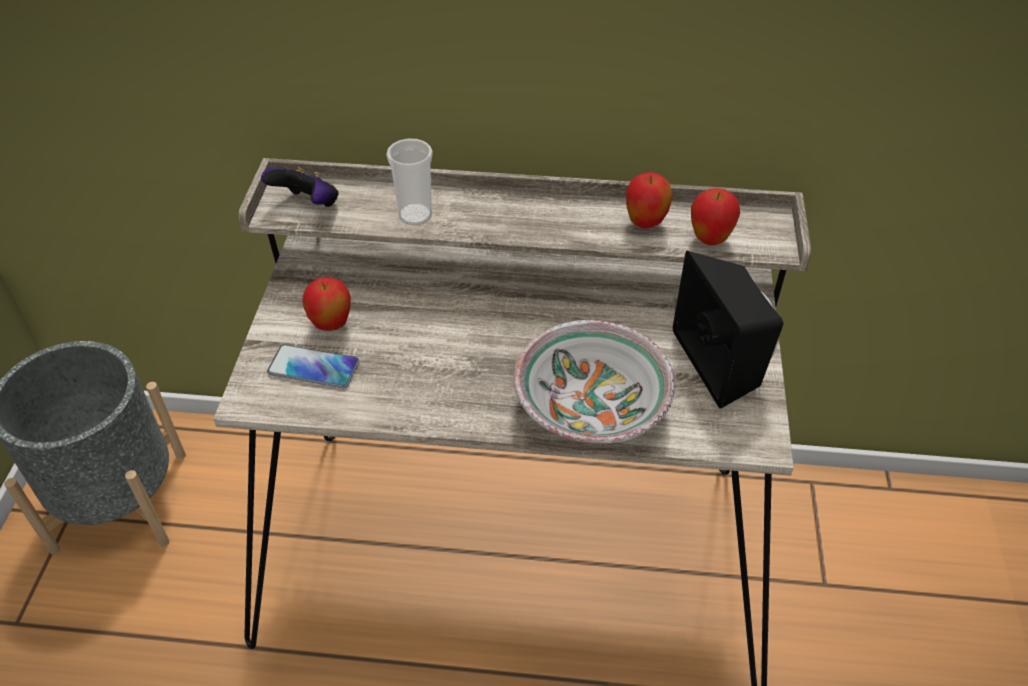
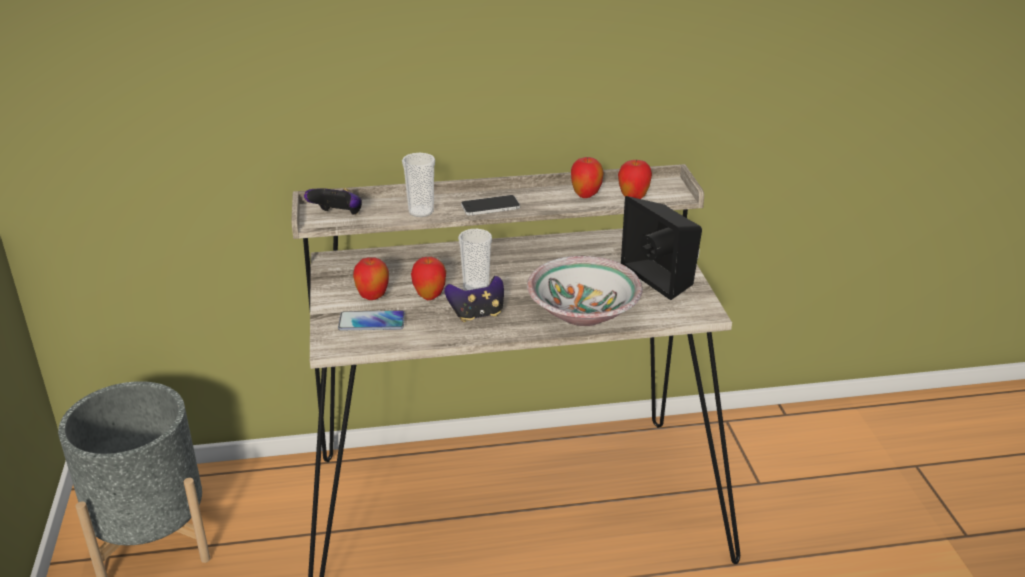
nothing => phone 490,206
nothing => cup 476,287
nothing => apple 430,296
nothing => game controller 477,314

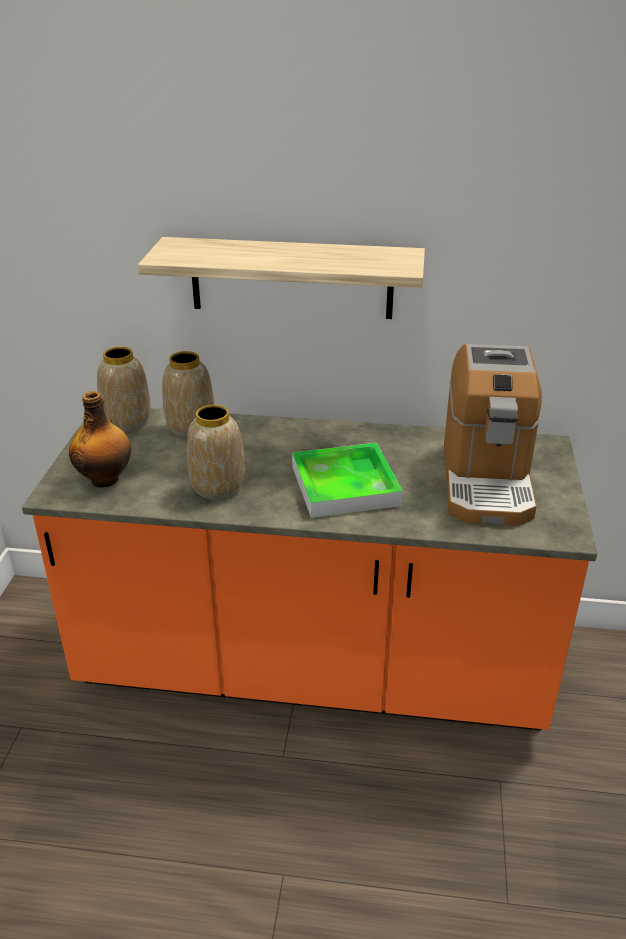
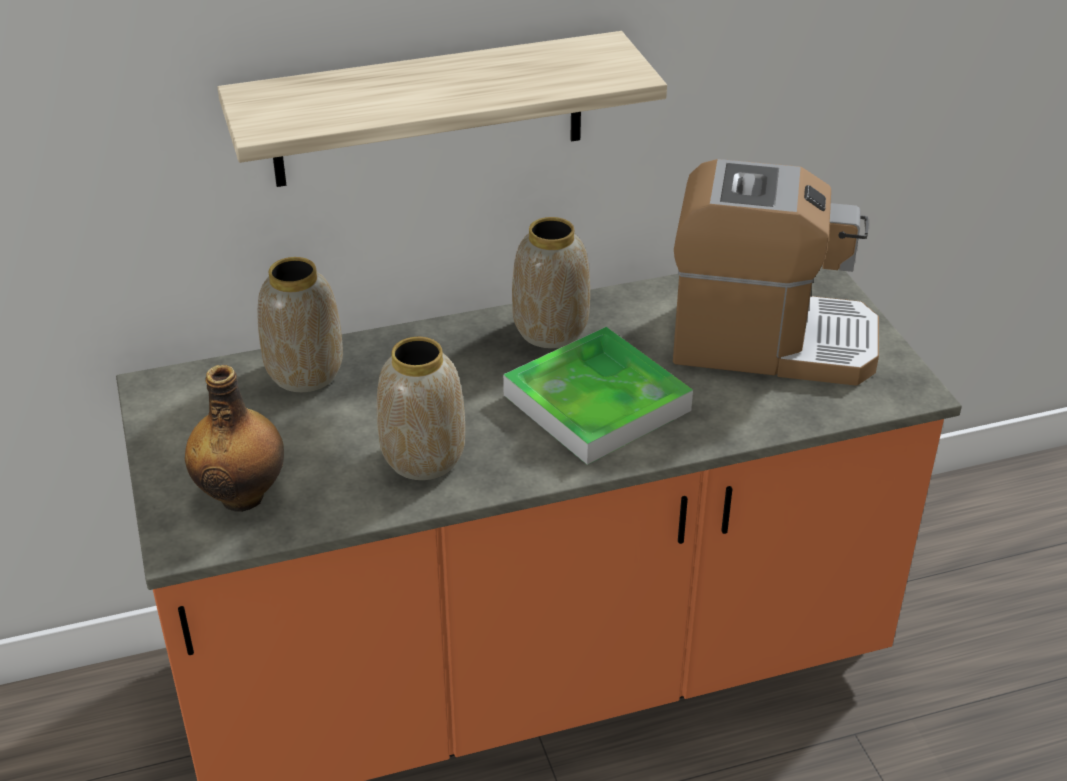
coffee machine 486,480 => coffee machine 769,341, 60 degrees counterclockwise
vase 127,422 => vase 550,330, move

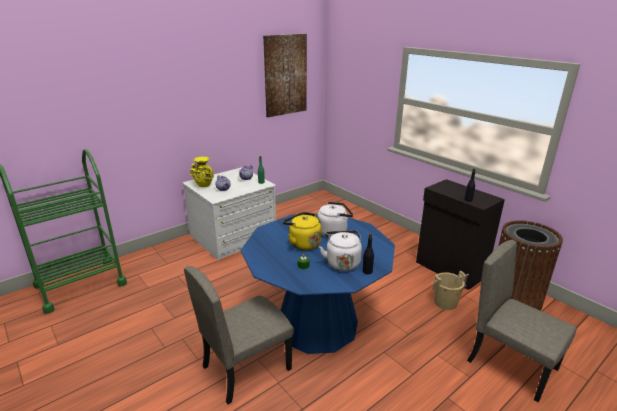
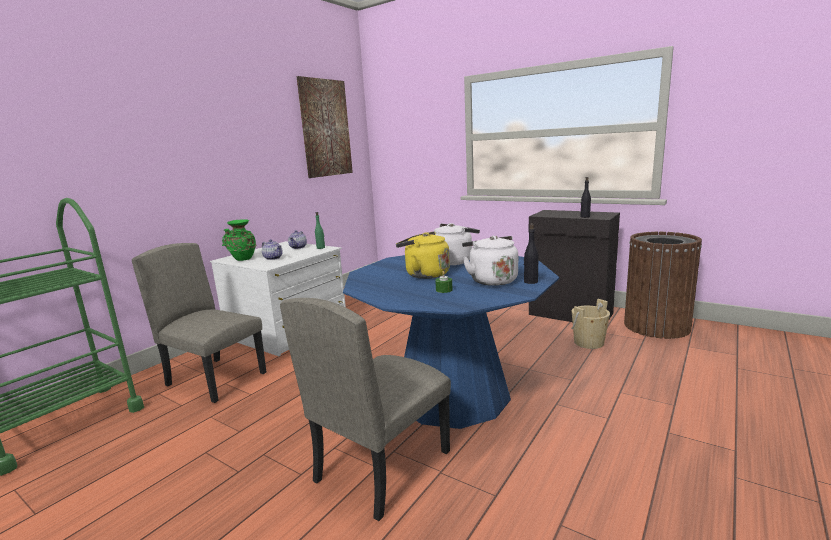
yellow vase 203,185 => green vase 243,259
beige chair 512,364 => beige chair 217,379, move

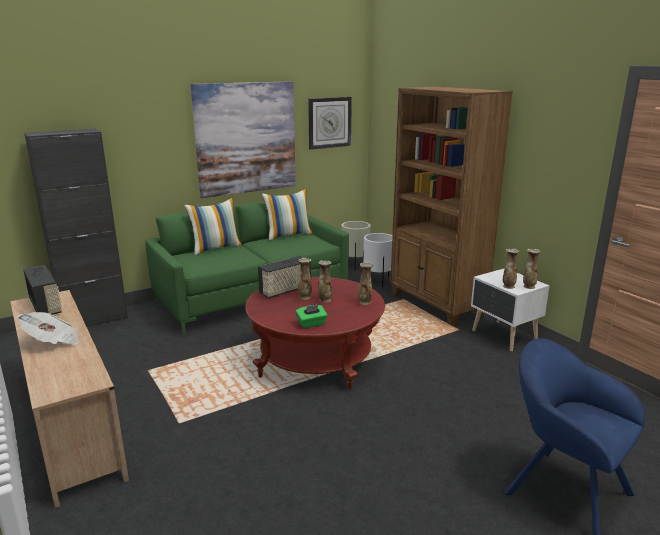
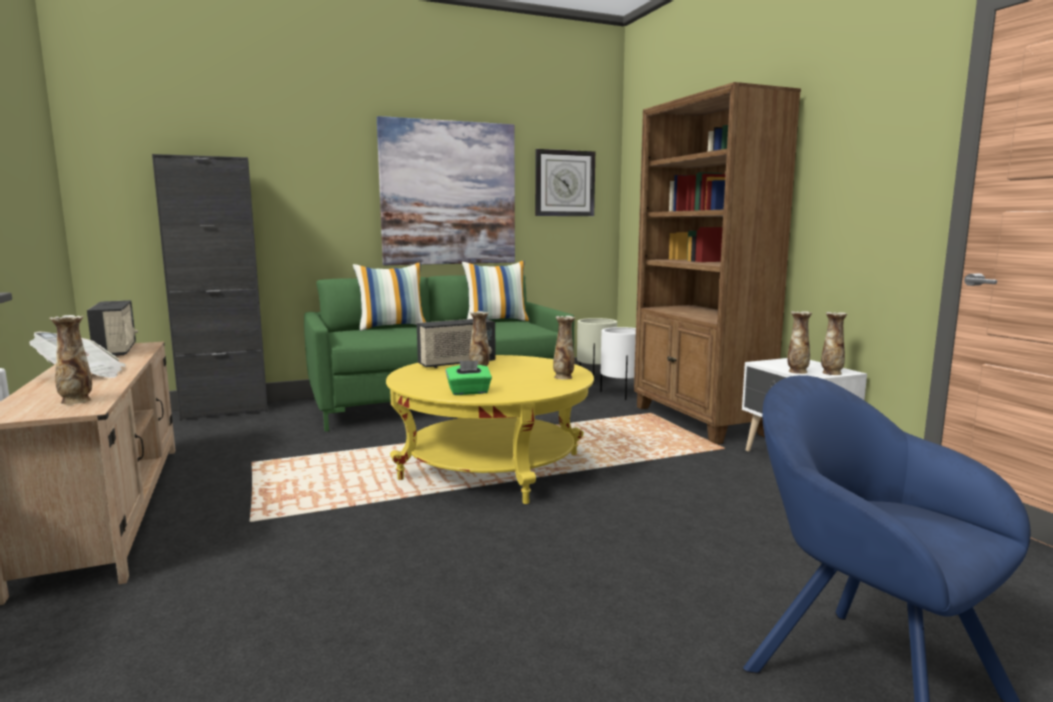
vase 325,300 => vase 77,401, move
red coffee table 316,359 => yellow coffee table 492,467

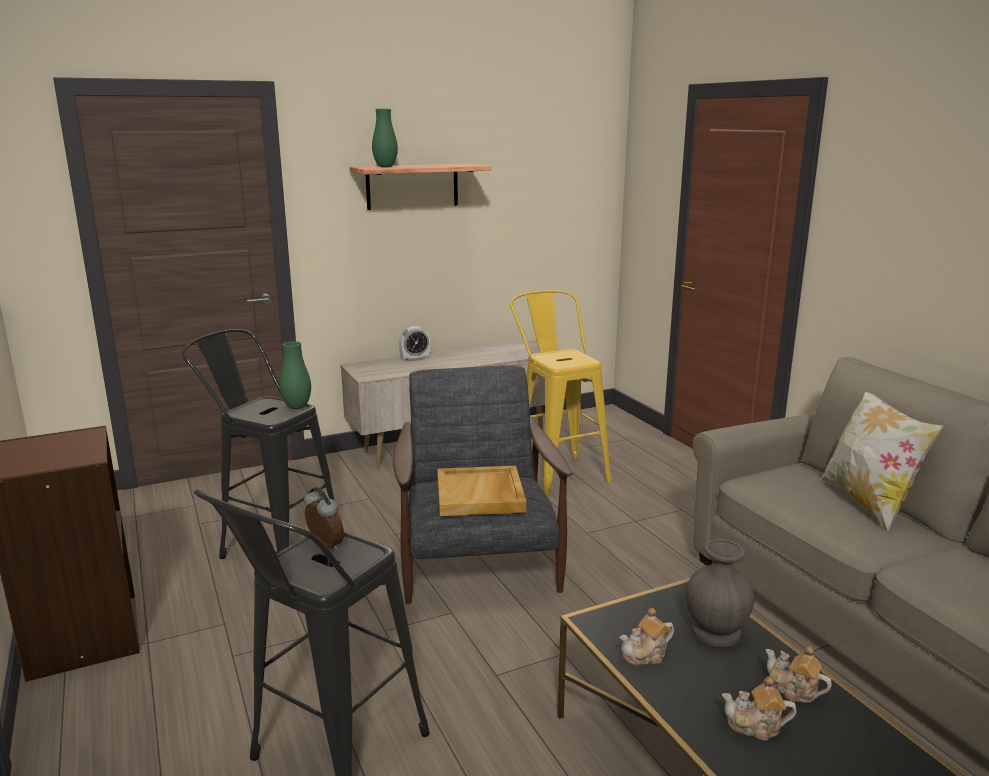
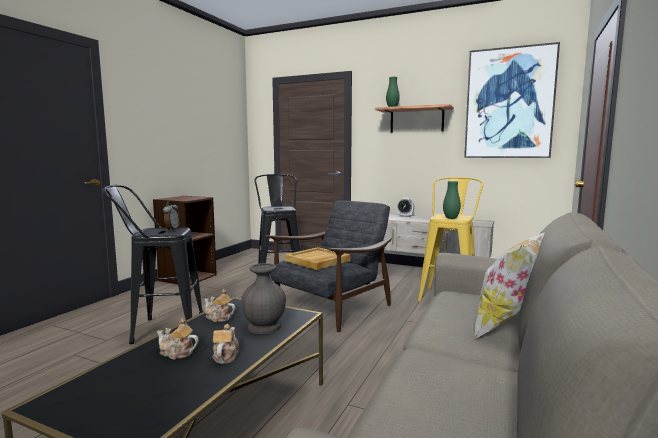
green vase 297,407 => green vase 451,218, move
teapot 755,726 => teapot 177,353, 45 degrees counterclockwise
nothing => picture 509,104

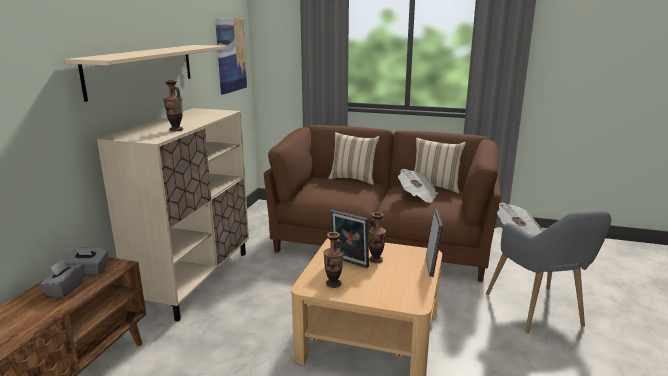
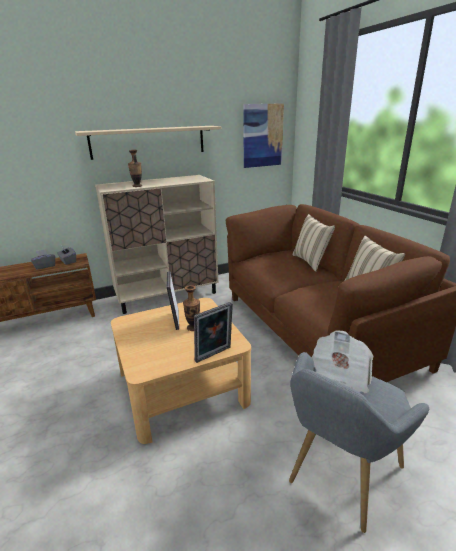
newspaper 417,196 => nothing
vase 333,284 => nothing

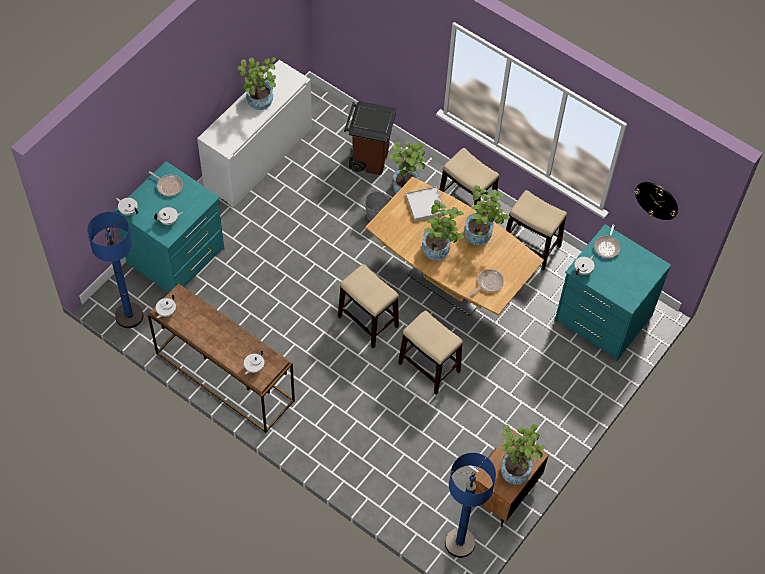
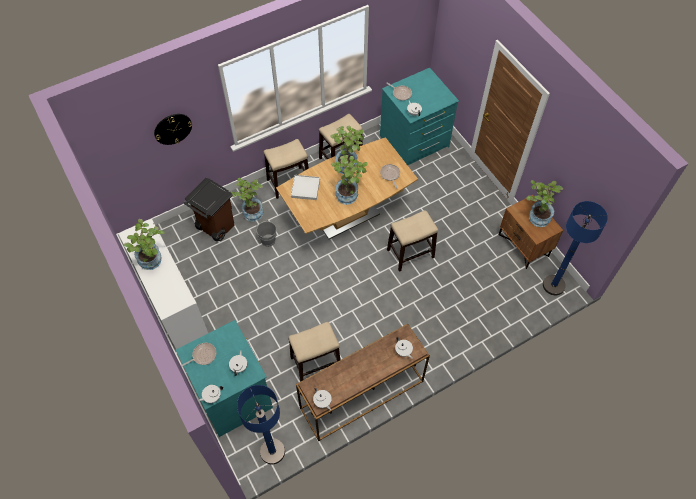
wall clock 656,200 => wall clock 173,128, move
stool 367,321 => stool 315,363, move

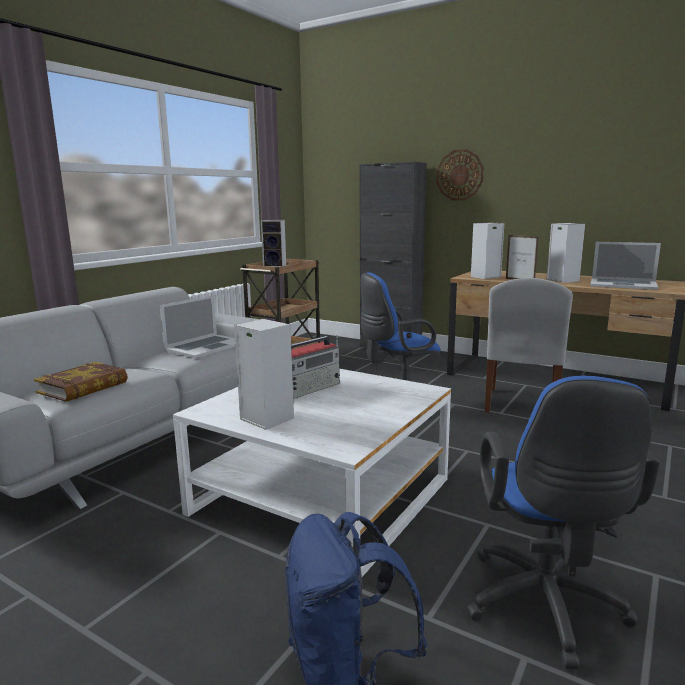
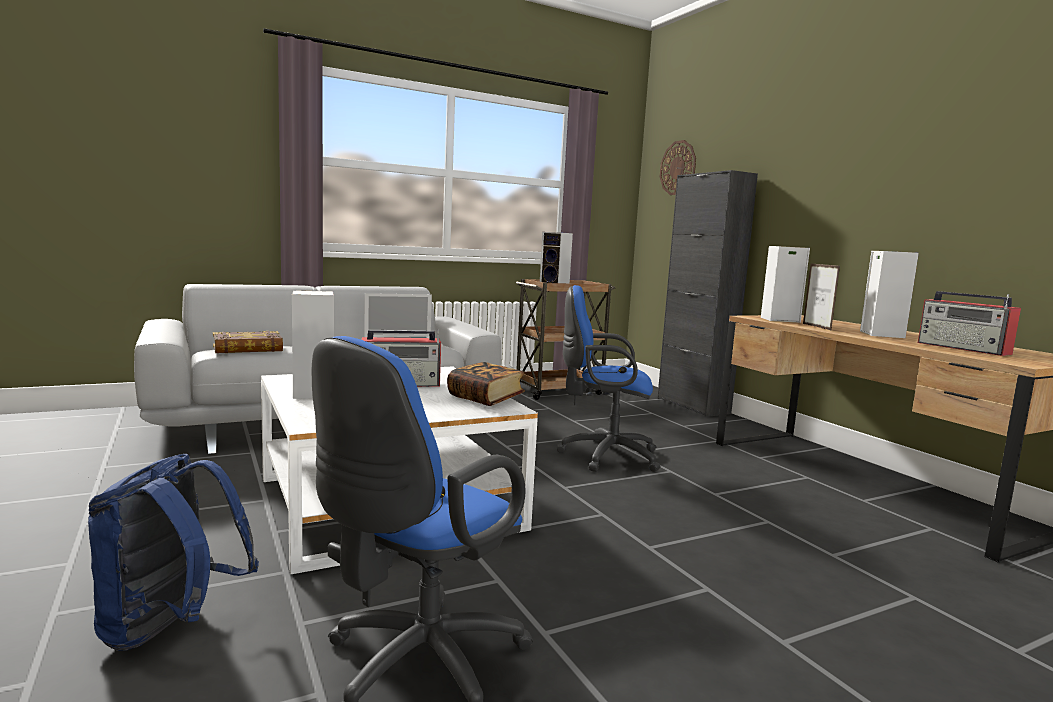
wall clock 460,175 => wall clock 678,168, move
laptop 623,284 => radio 964,348
white chair 520,405 => nothing
nothing => book 485,399

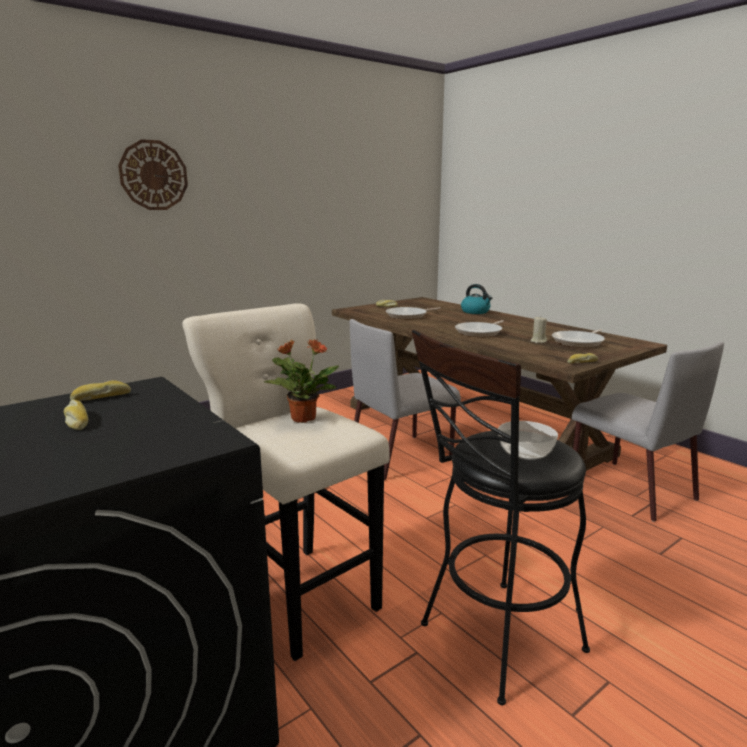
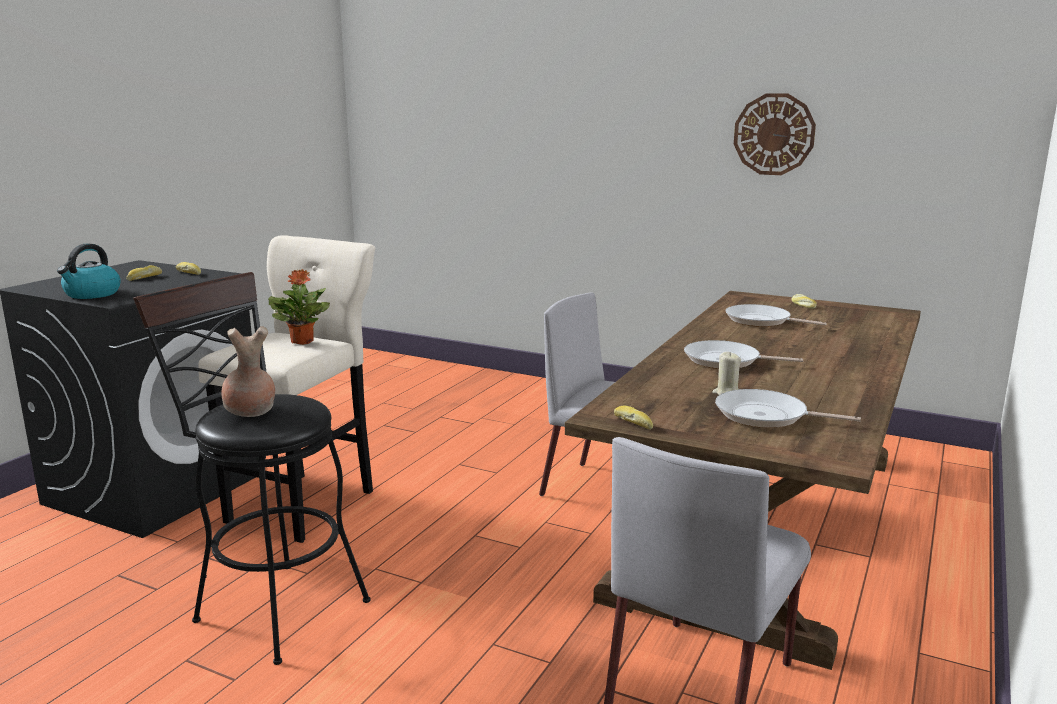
wall clock 153,175 => wall clock 774,134, move
kettle 476,312 => kettle 92,294, move
bowl 526,453 => brown vase 250,412

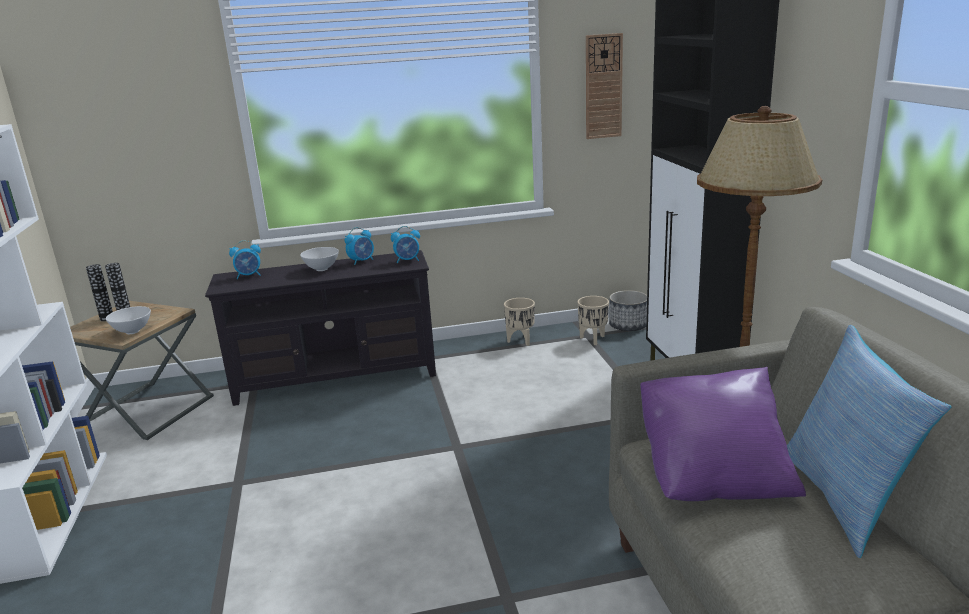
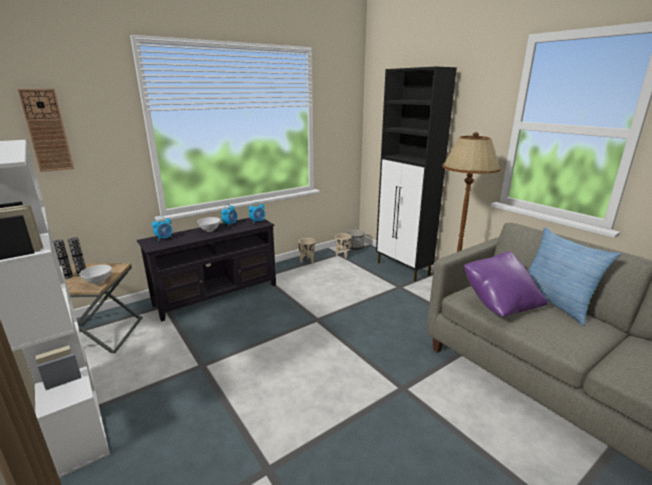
wall clock 603,86 => wall clock 47,130, move

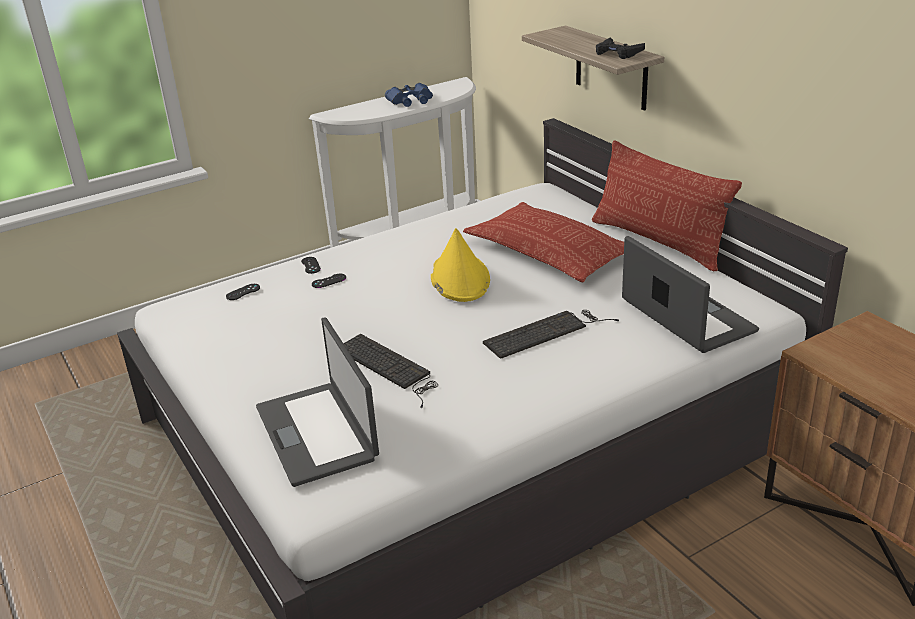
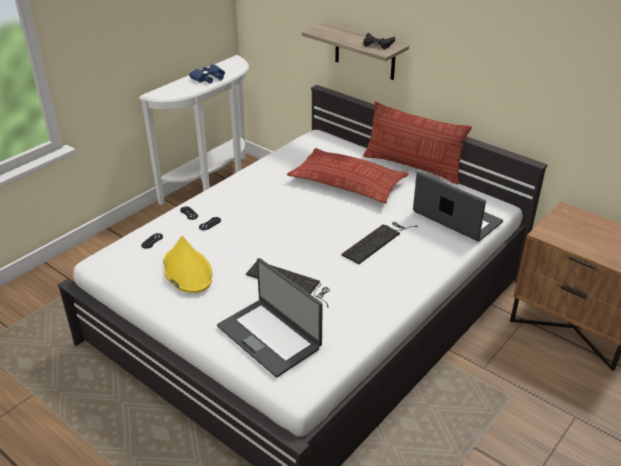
yellow hat 459,278 => yellow hat 187,271, move

